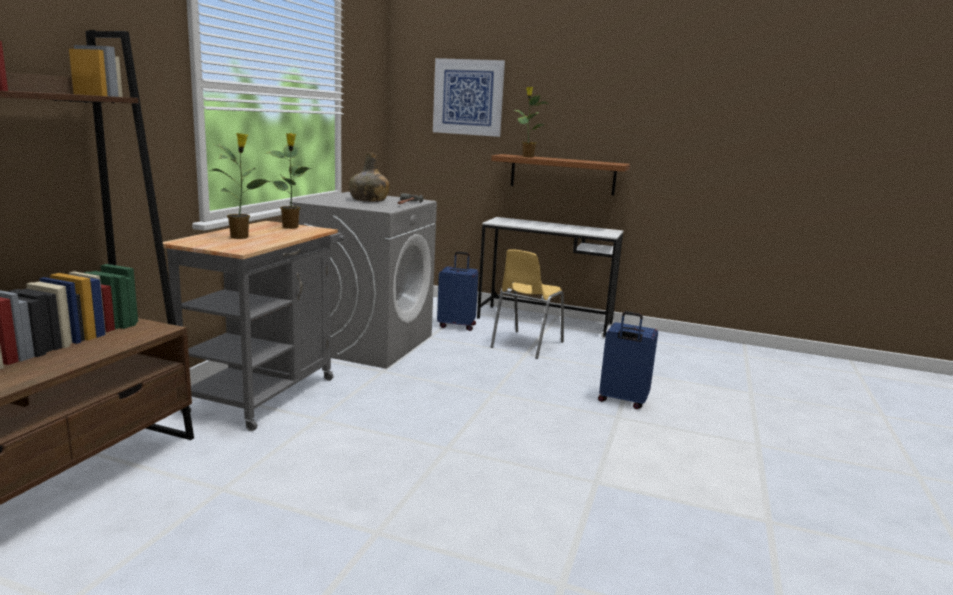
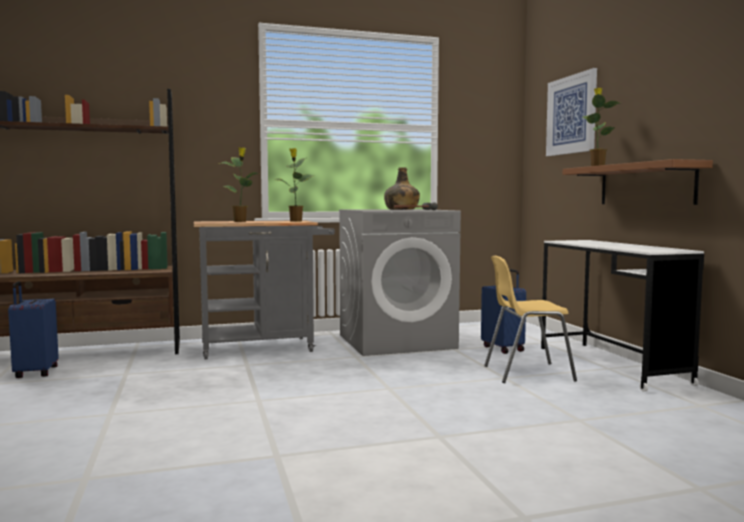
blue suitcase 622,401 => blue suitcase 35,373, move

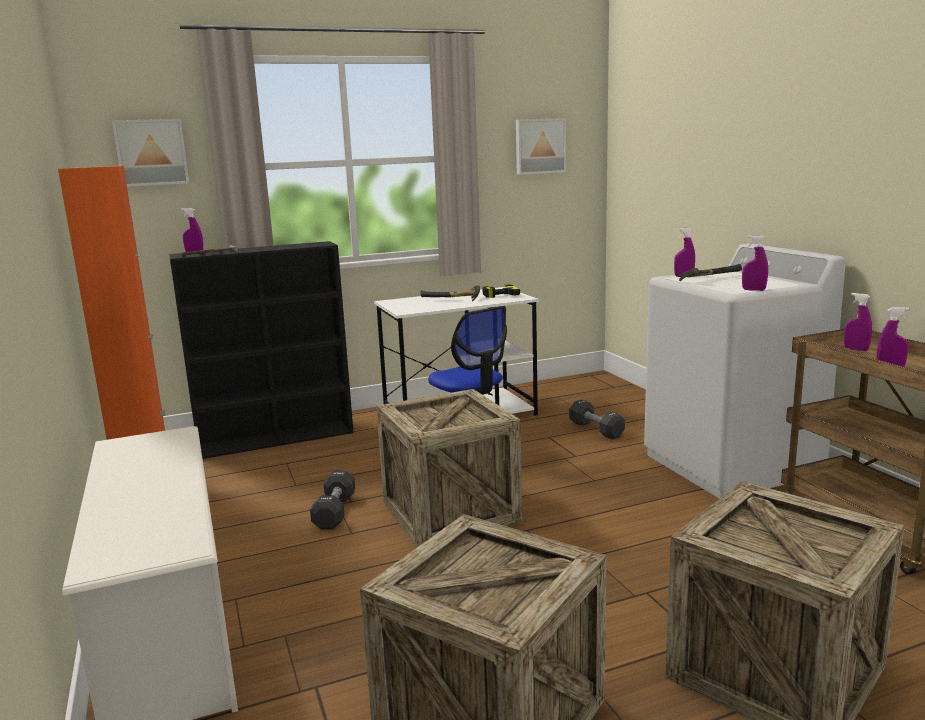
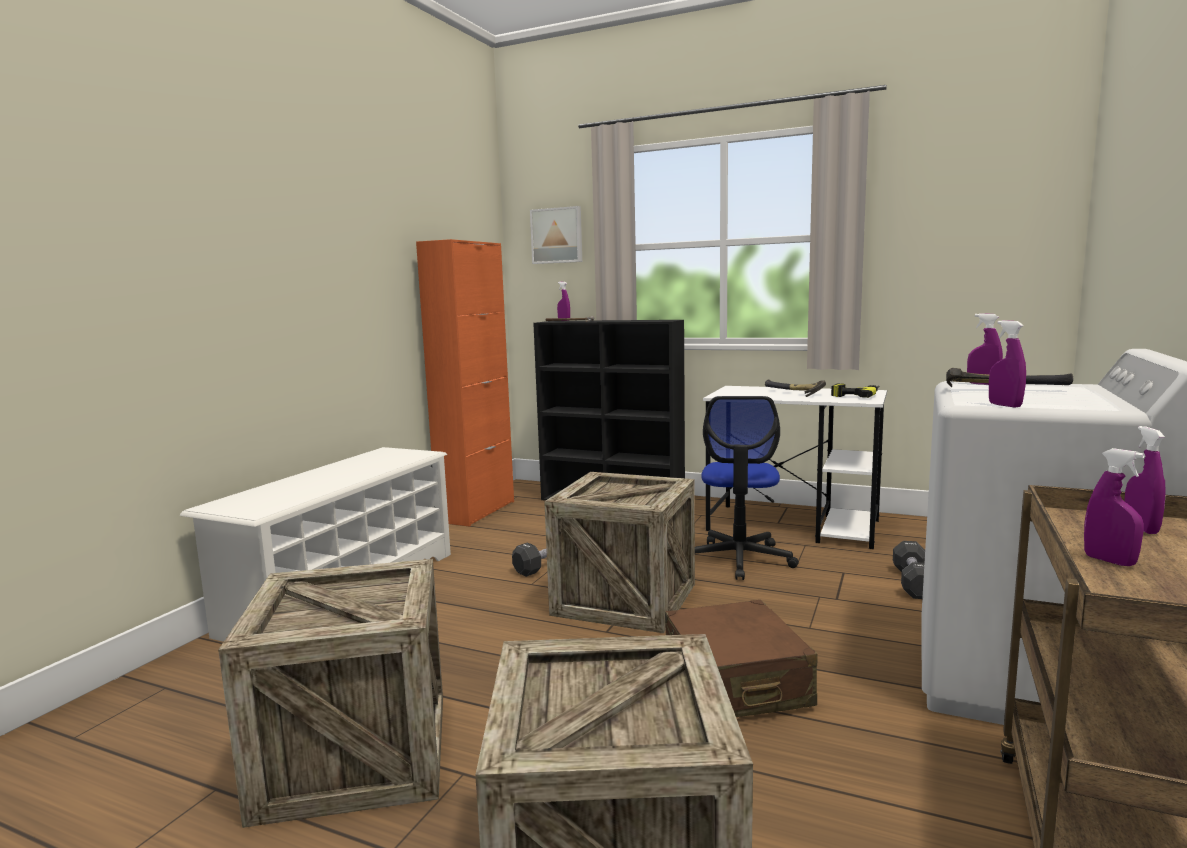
picture 539,146 => nothing
nothing => brown suitcase 735,682

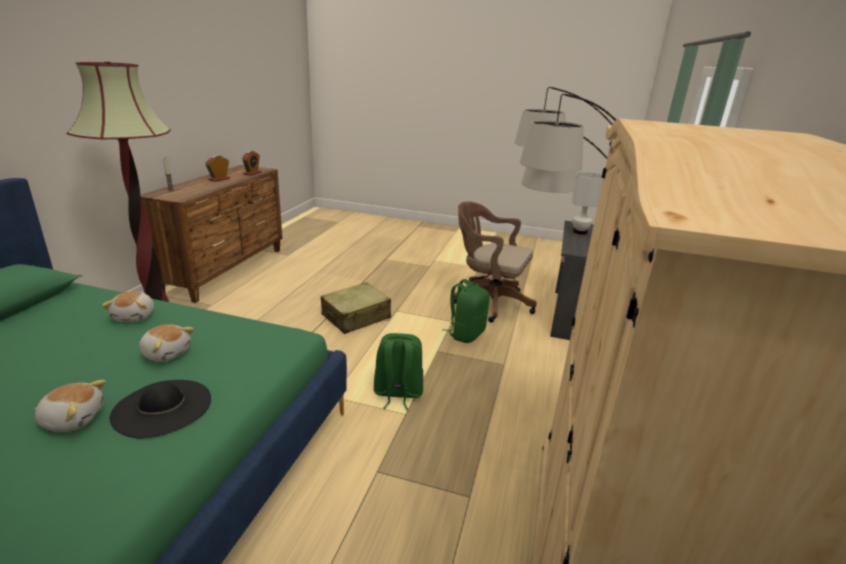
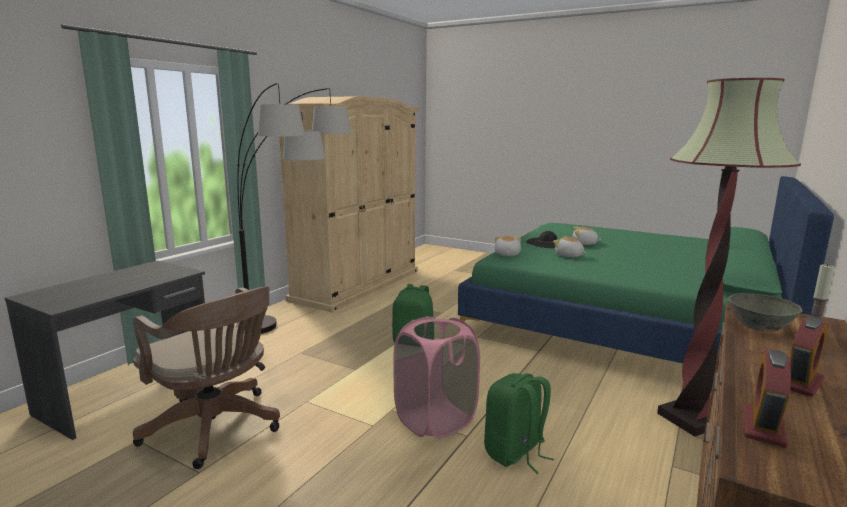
white table lamp 580,232 => nothing
green backpack 466,334 => green backpack 515,453, move
beige suitcase 356,317 => pink laundry basket 435,420
plush toy 135,316 => plush toy 506,254, move
nothing => grey bowl 758,325

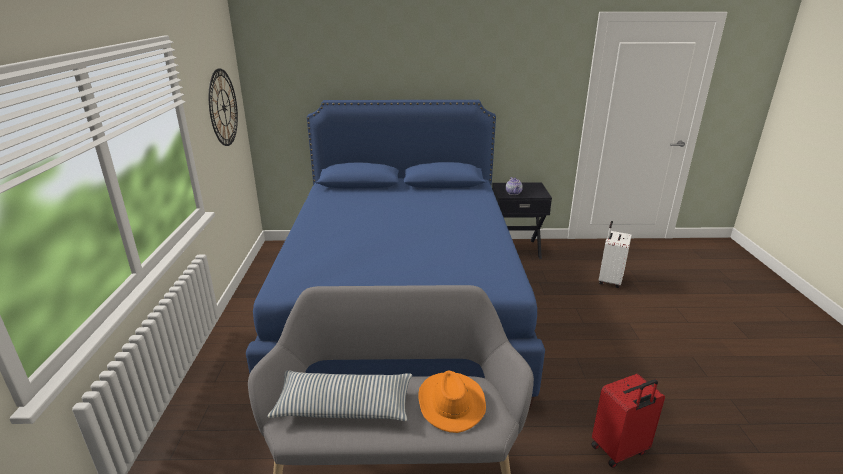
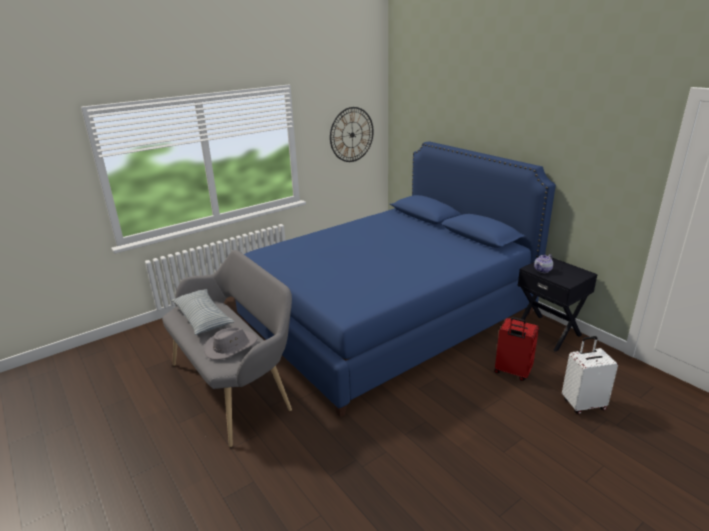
orange hat 450,403 => grey hat 231,346
red suitcase 619,450 => red suitcase 512,372, move

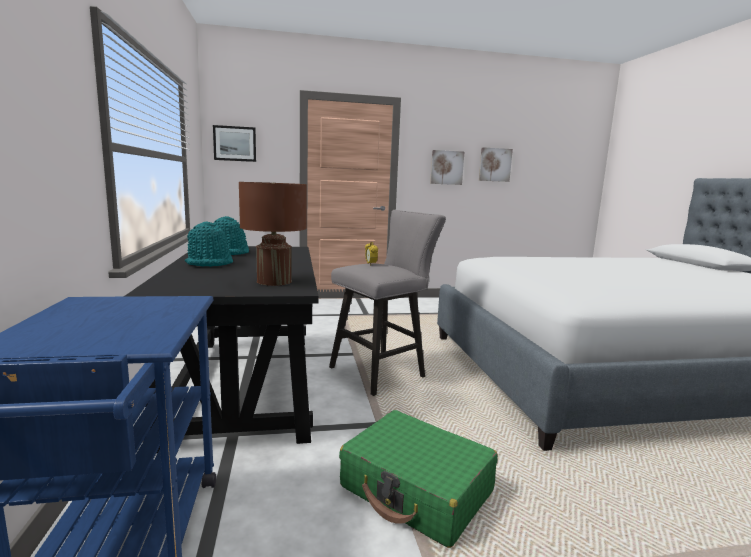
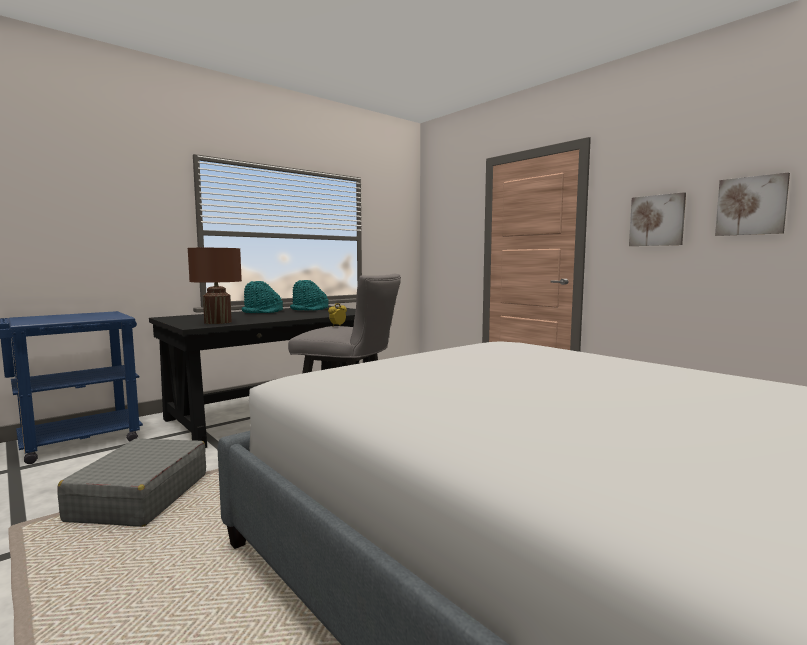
picture 235,143 => nothing
green suitcase 417,490 => grey suitcase 140,497

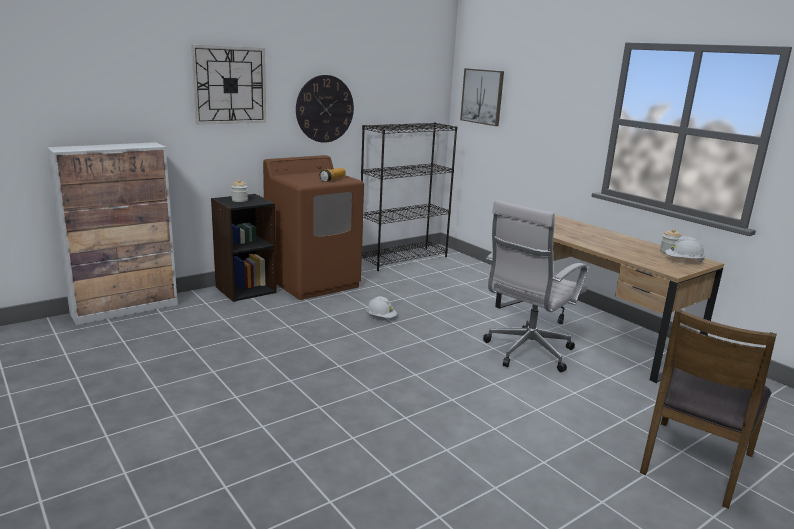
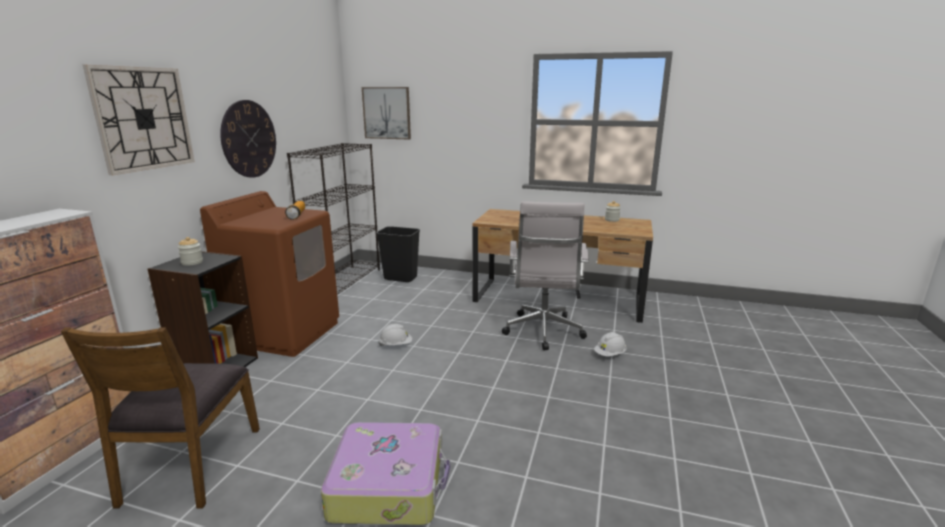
white hard hat 683,261 => white hard hat 610,354, move
brown chair 694,462 => brown chair 190,465, move
nothing => black trash can 401,278
nothing => suitcase 389,484

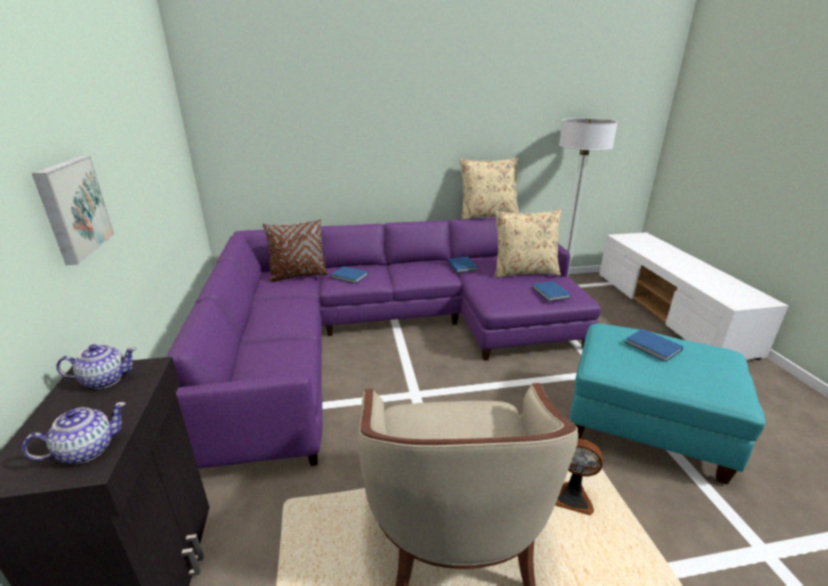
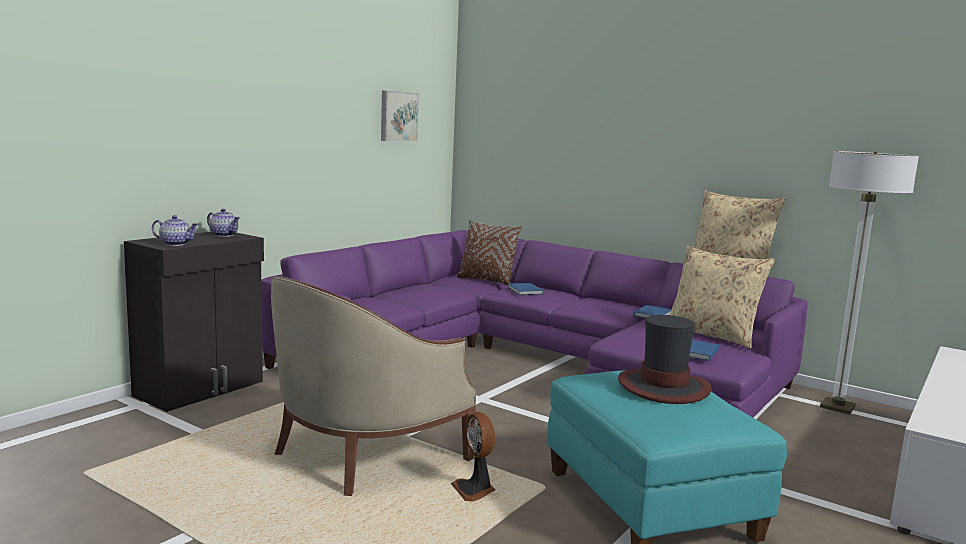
picture 72,208 => picture 398,116, move
blue book 653,347 => hat 663,387

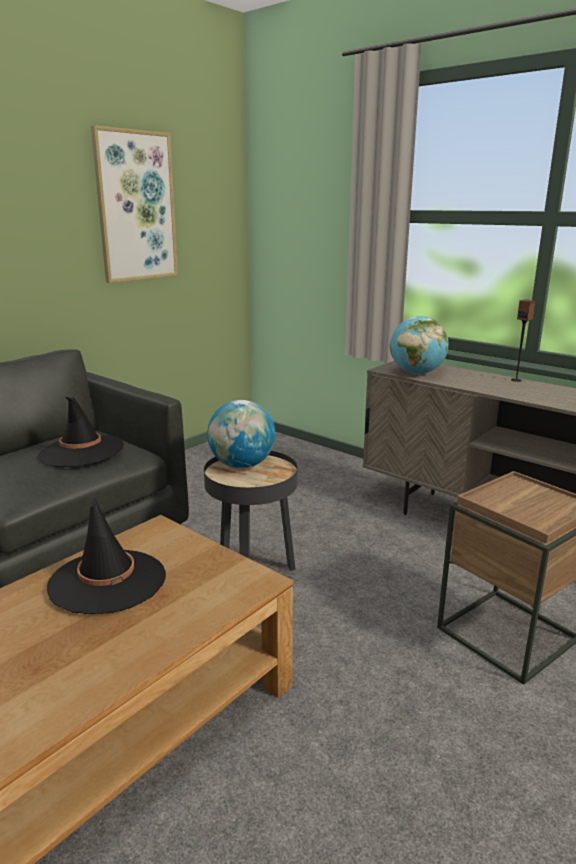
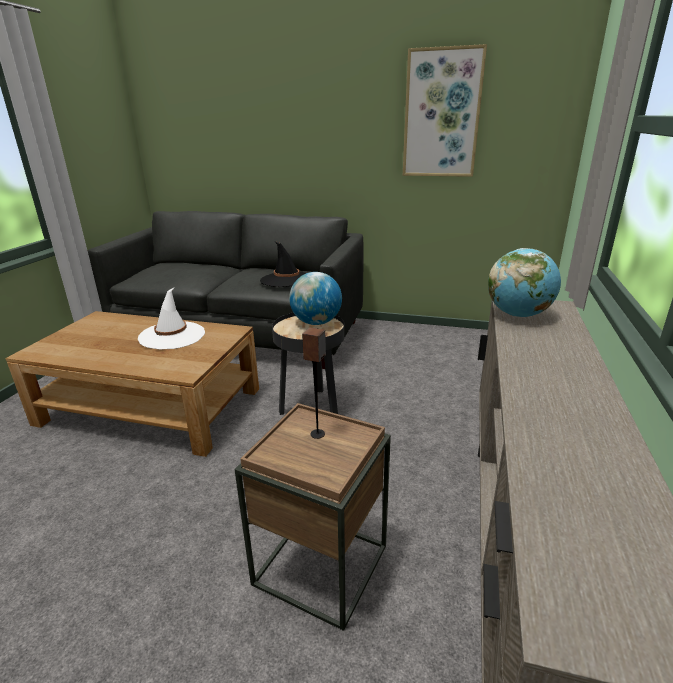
speaker 516,380 => speaker 318,434, move
black hat 108,581 => white hat 172,336

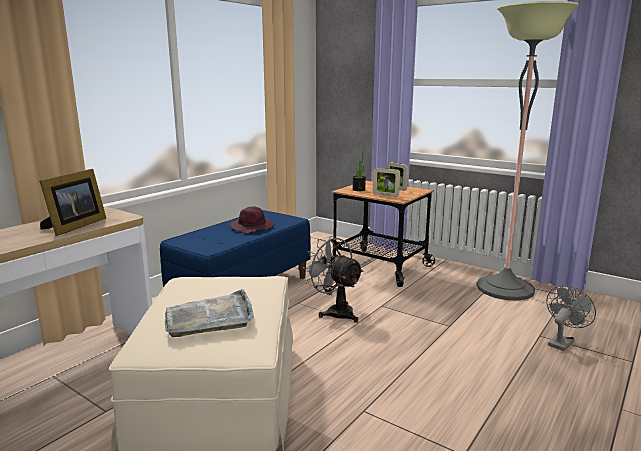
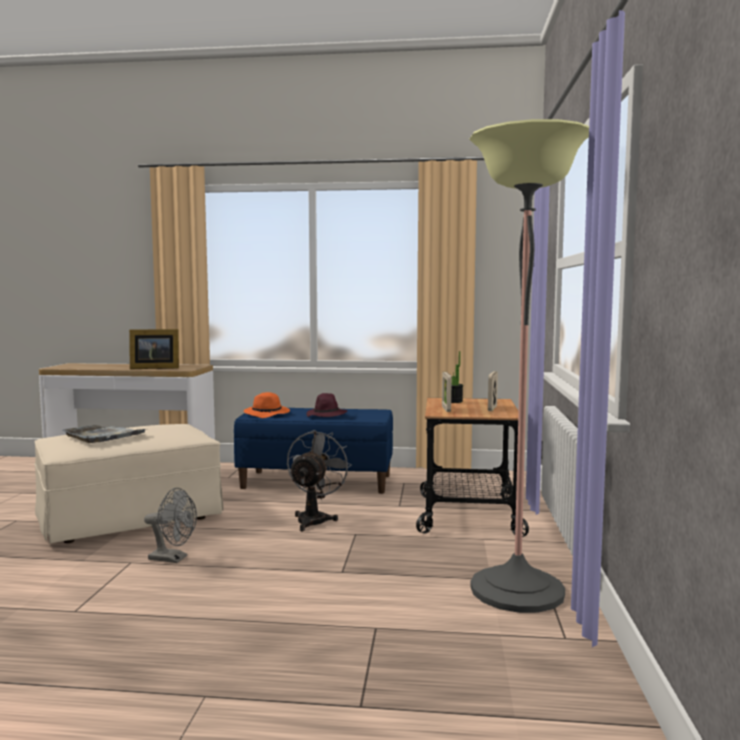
grey fan 562,342 => grey fan 173,558, move
nothing => orange hat 267,414

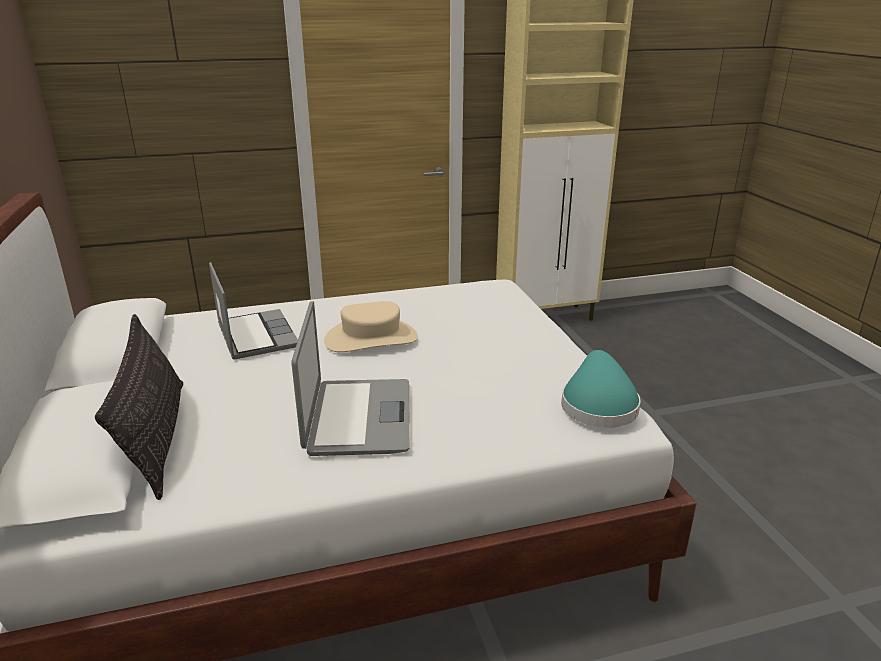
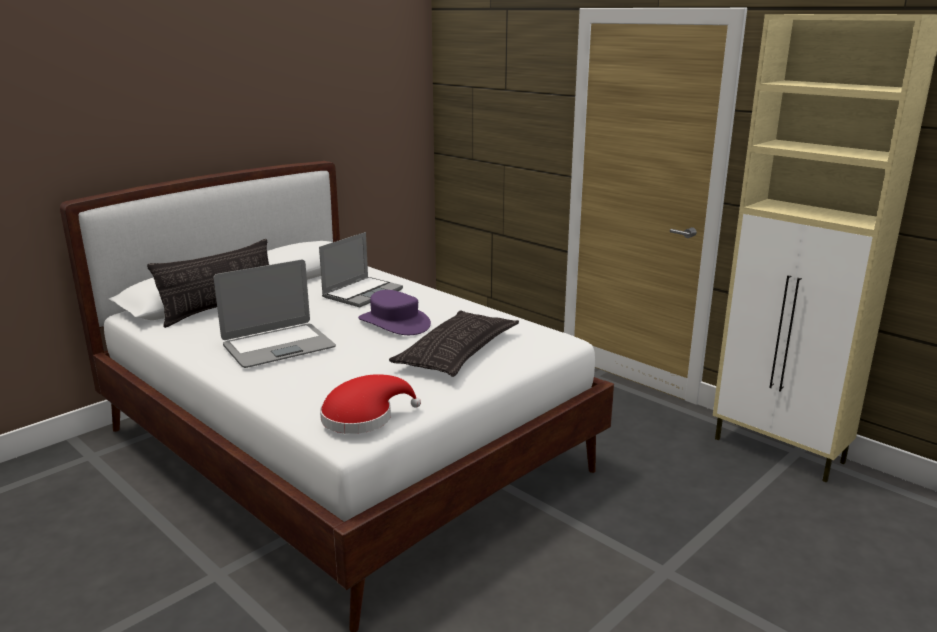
beige hat 371,339 => purple hat 394,322
turquoise hat 598,404 => red hat 363,417
nothing => pillow 457,352

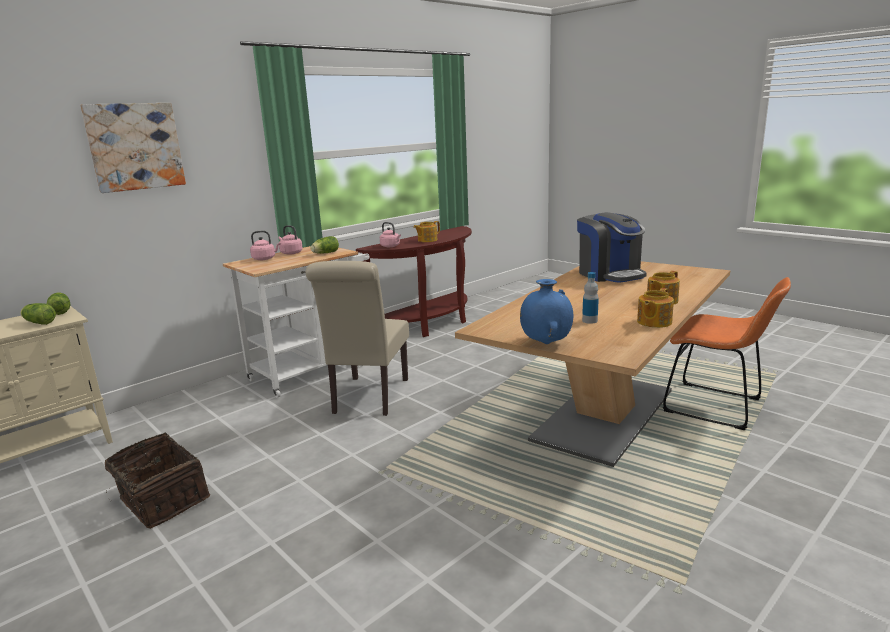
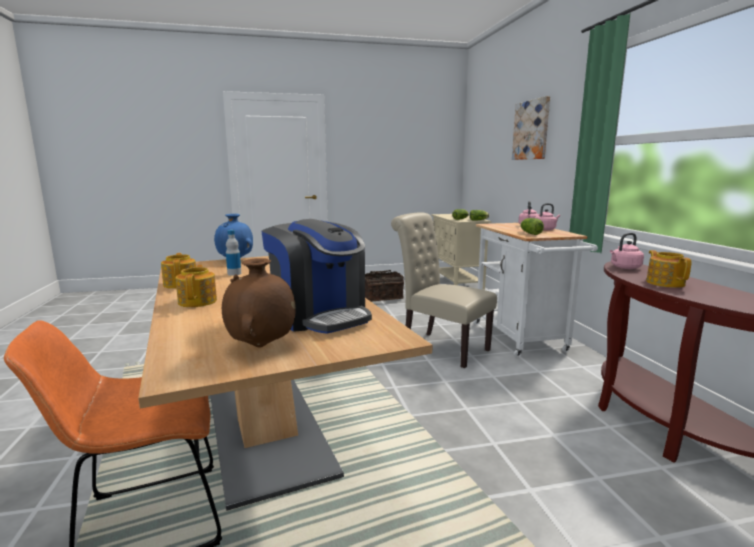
coffee machine 610,274 => coffee machine 319,316, 135 degrees counterclockwise
nothing => brown vase 261,346

